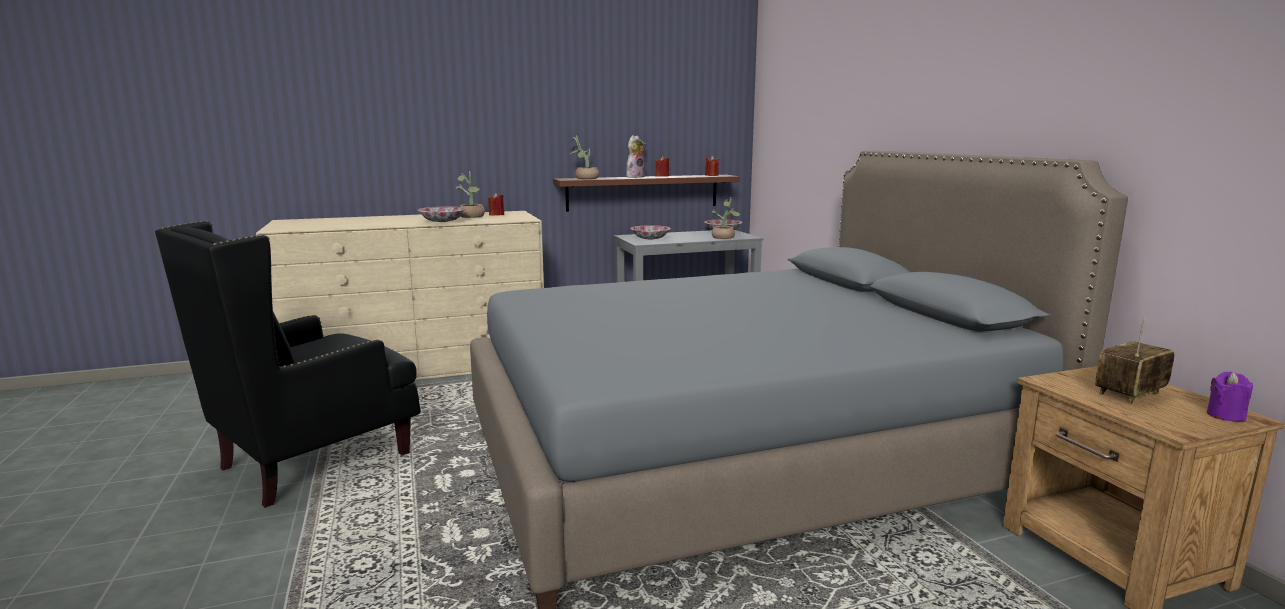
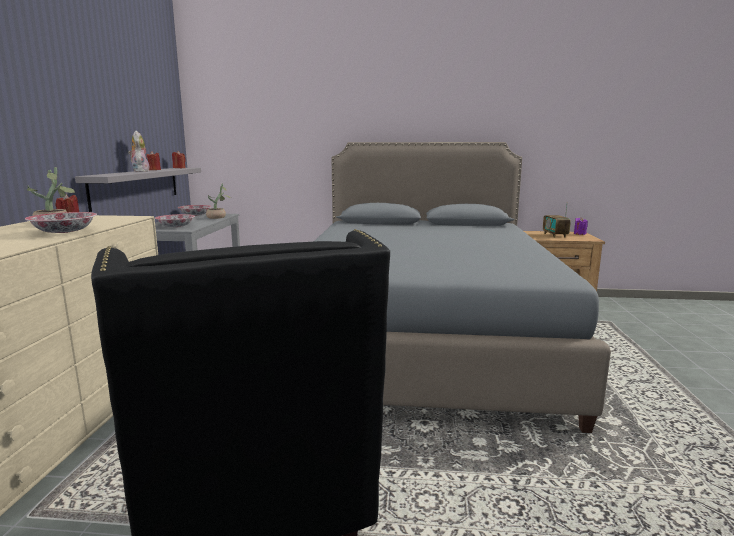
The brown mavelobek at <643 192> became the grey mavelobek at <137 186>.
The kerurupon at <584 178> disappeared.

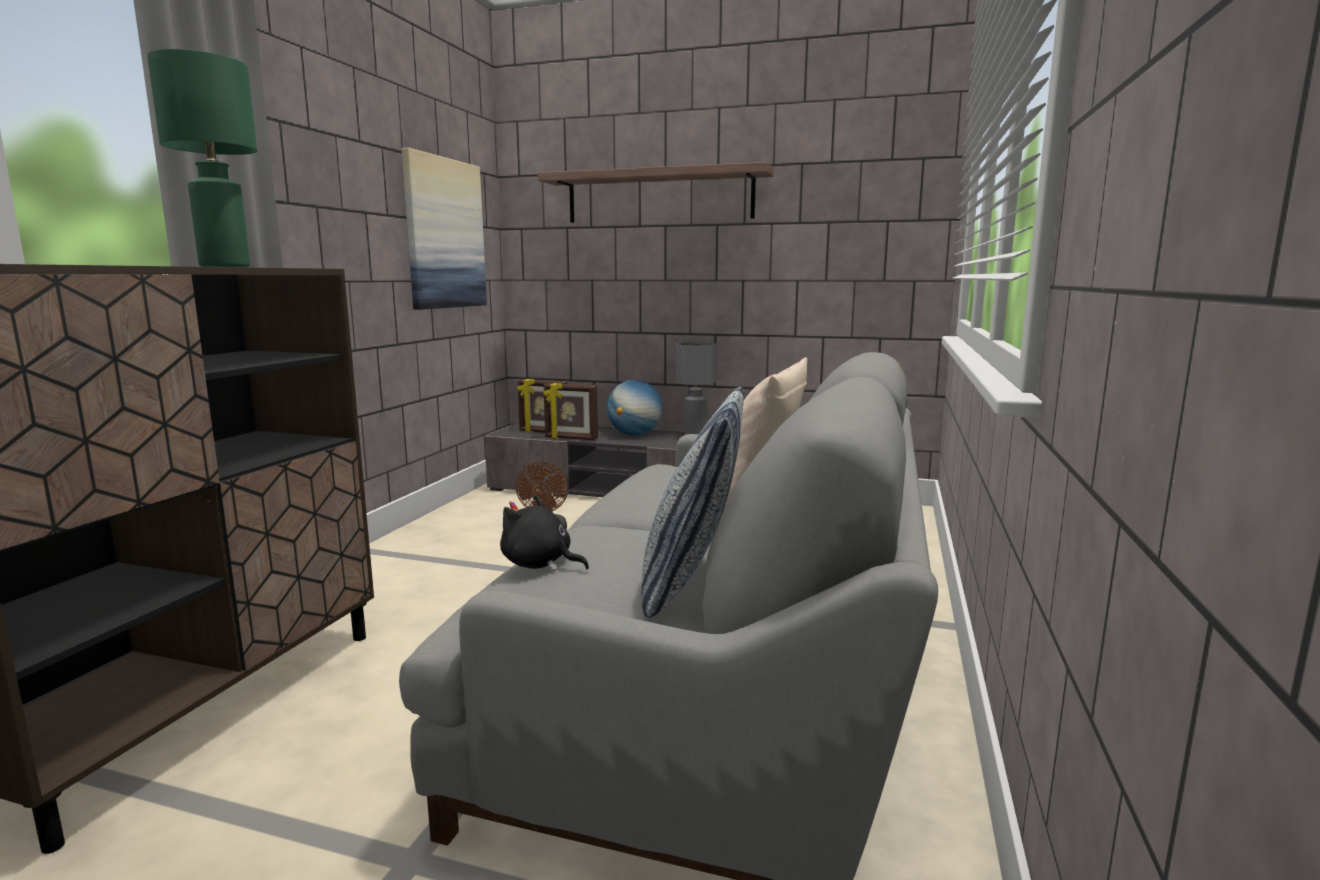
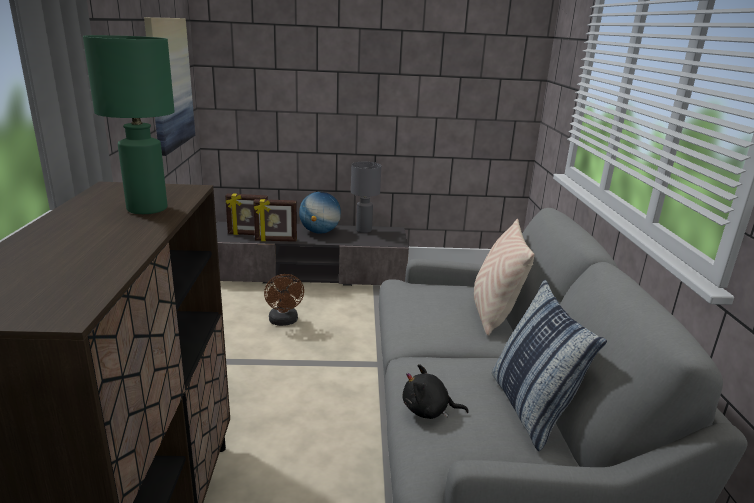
The mavelobek at <659 196> disappeared.

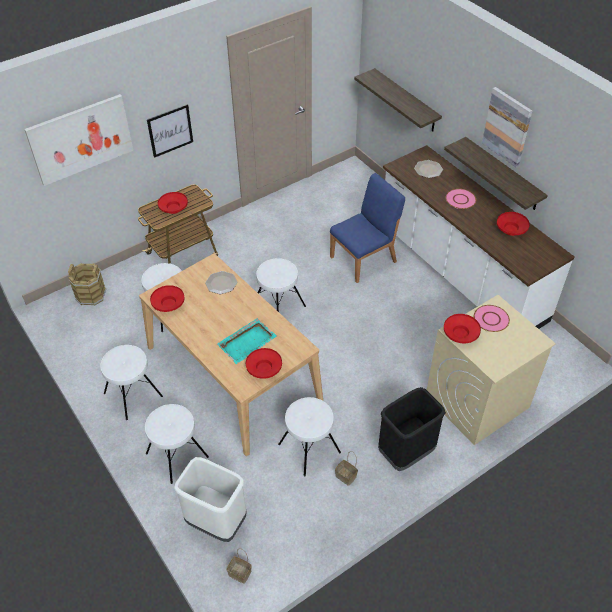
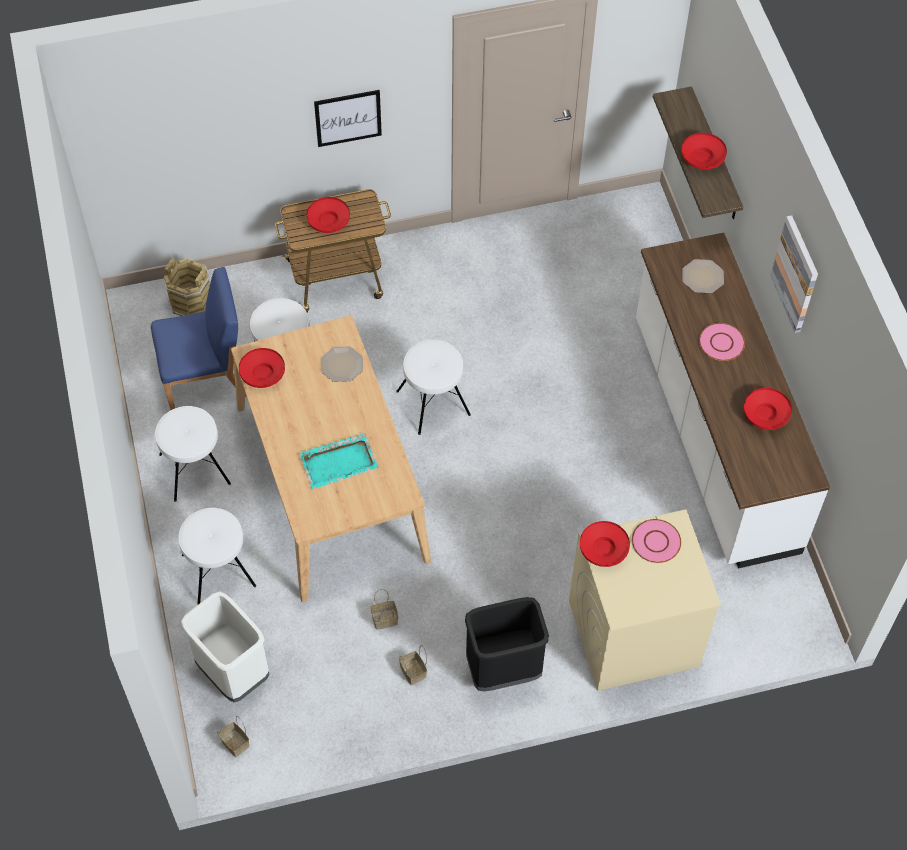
The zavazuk at <80 139> disappeared.
The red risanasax moved from <264 369> to <702 159>.
The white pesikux at <309 448> was replaced by the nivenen at <384 620>.
The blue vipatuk moved from <364 259> to <205 376>.
The mavelobek at <502 174> disappeared.

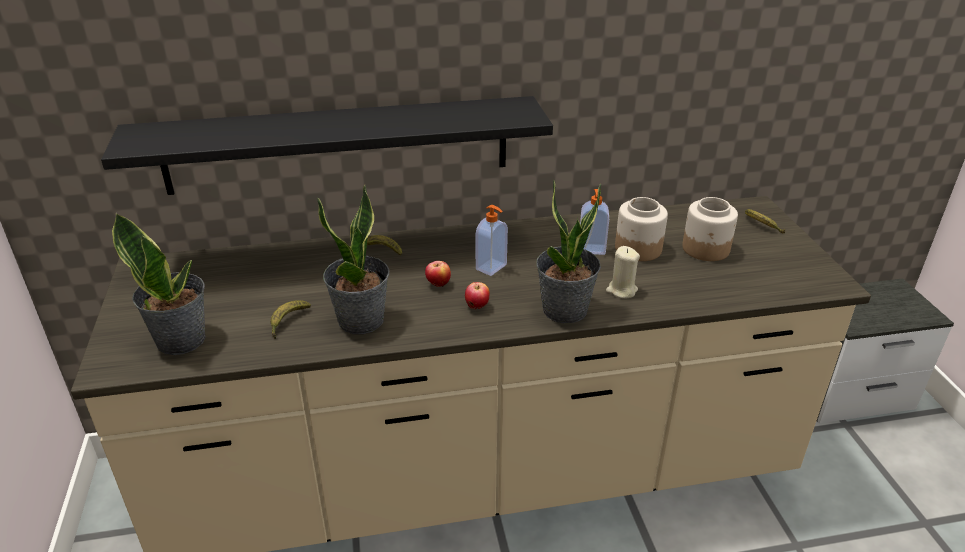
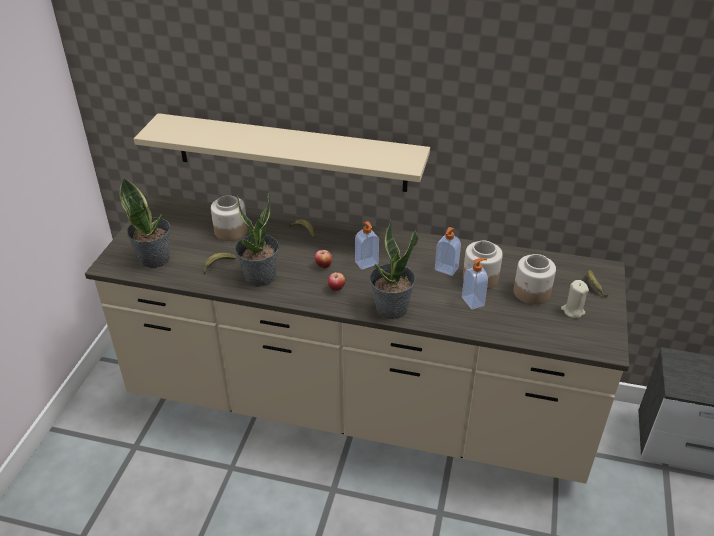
The black mavelobek at <338 145> became the beige mavelobek at <290 152>.
The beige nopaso moved from <621 290> to <572 311>.
The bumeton at <230 231> appeared.
The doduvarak at <473 301> appeared.

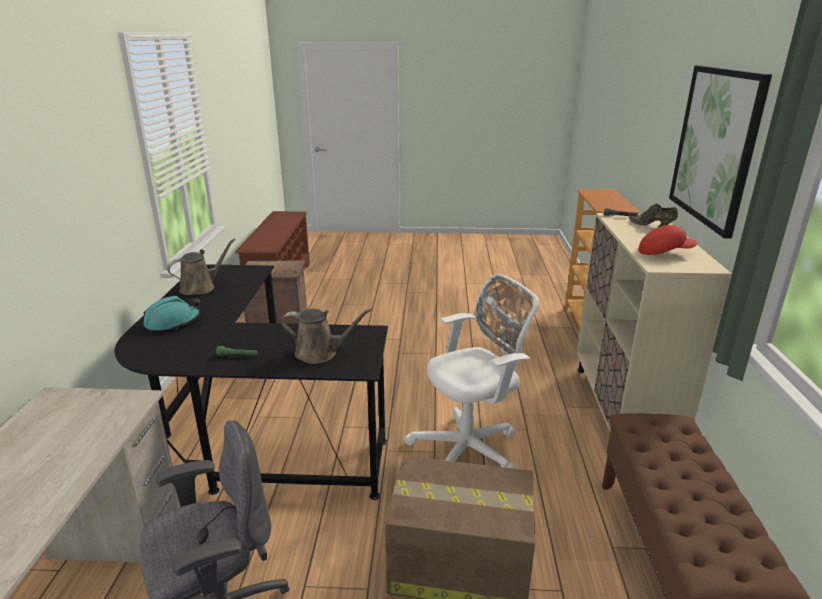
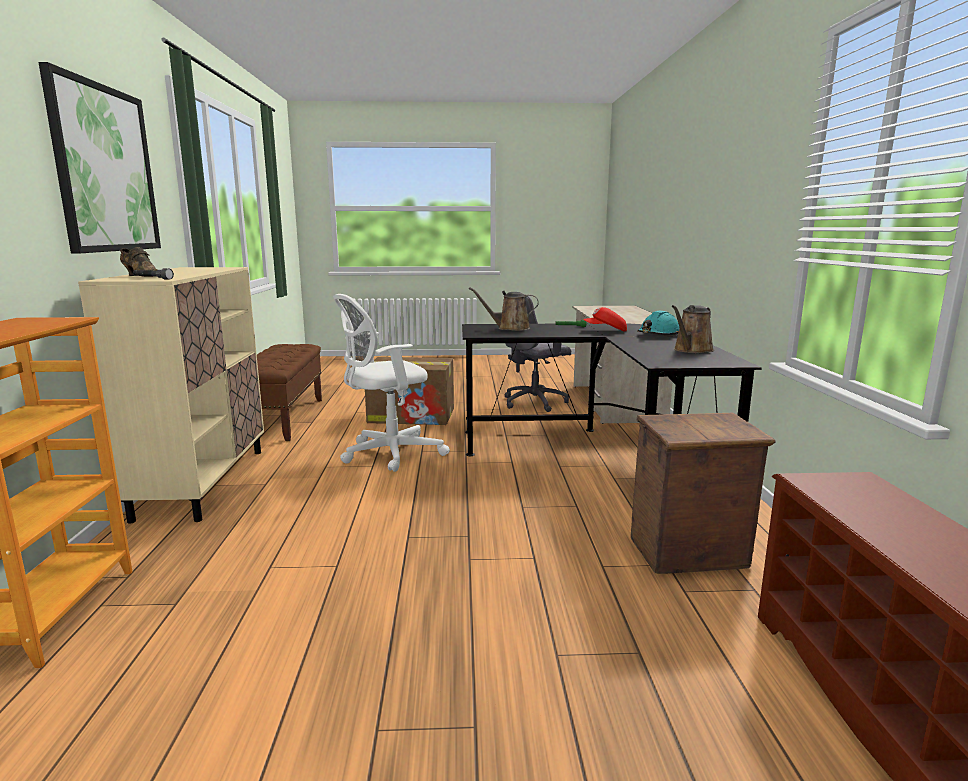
The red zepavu moved from <664 253> to <605 331>.

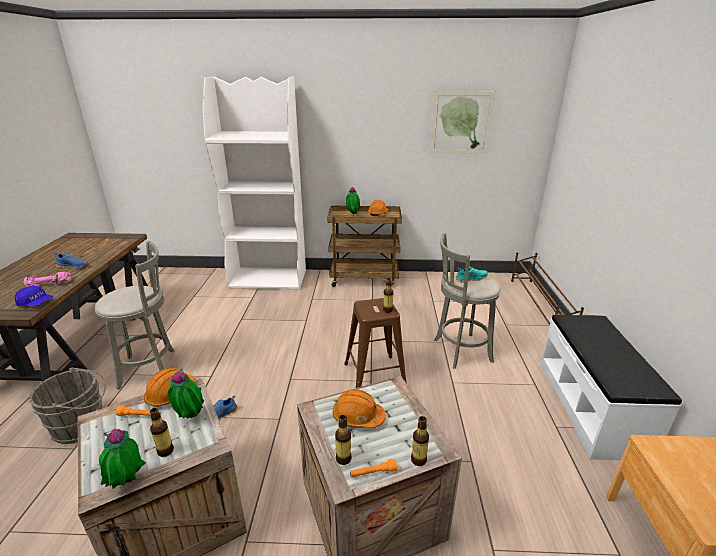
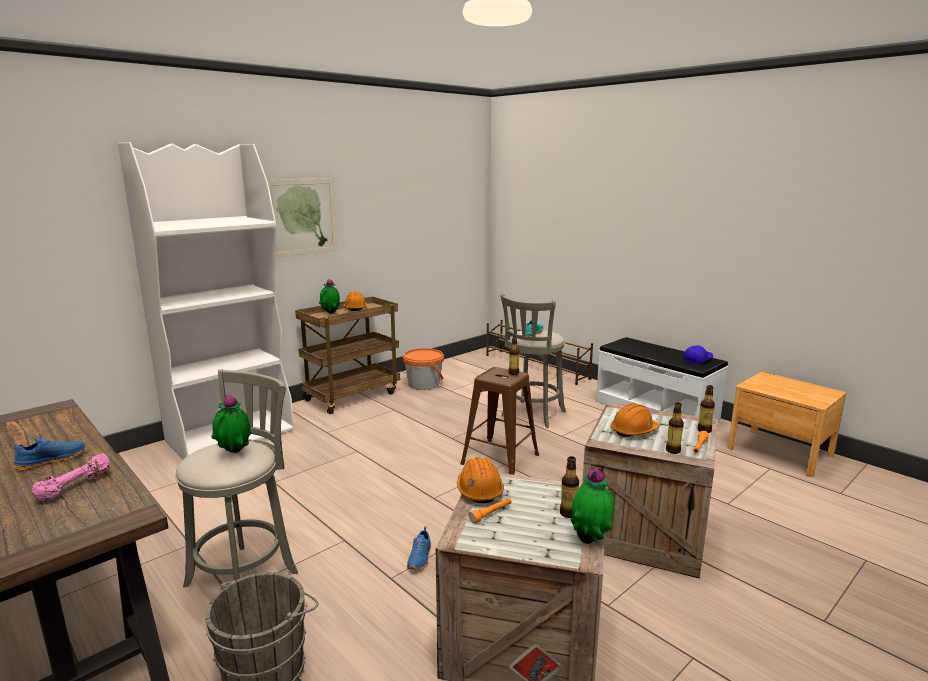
The blue zepavu moved from <36 303> to <698 360>.
The kerurupon moved from <190 417> to <234 454>.
The zavazuk moved from <461 123> to <302 217>.
The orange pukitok at <424 384> appeared.

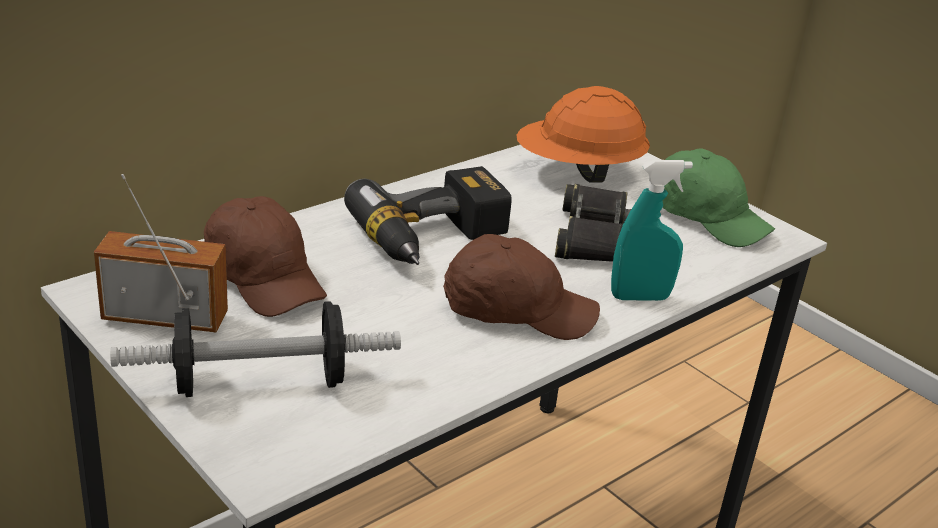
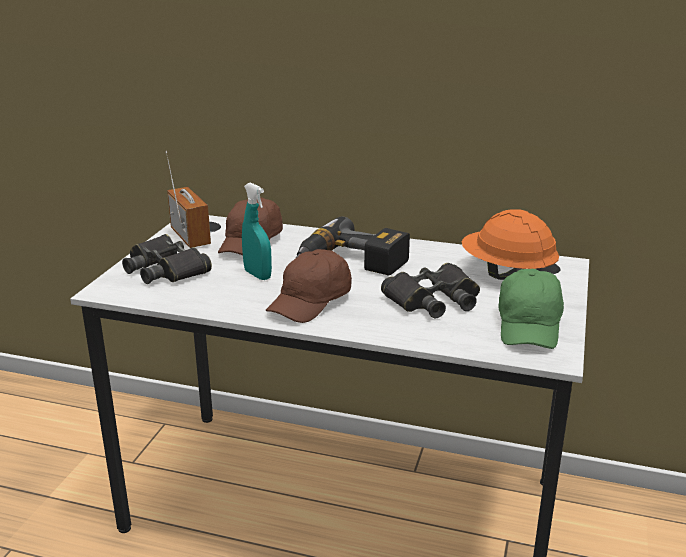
The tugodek at <260 383> was replaced by the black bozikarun at <165 269>.
The brown zepavu at <516 311> turned 60 degrees clockwise.
The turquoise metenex moved from <640 297> to <257 275>.

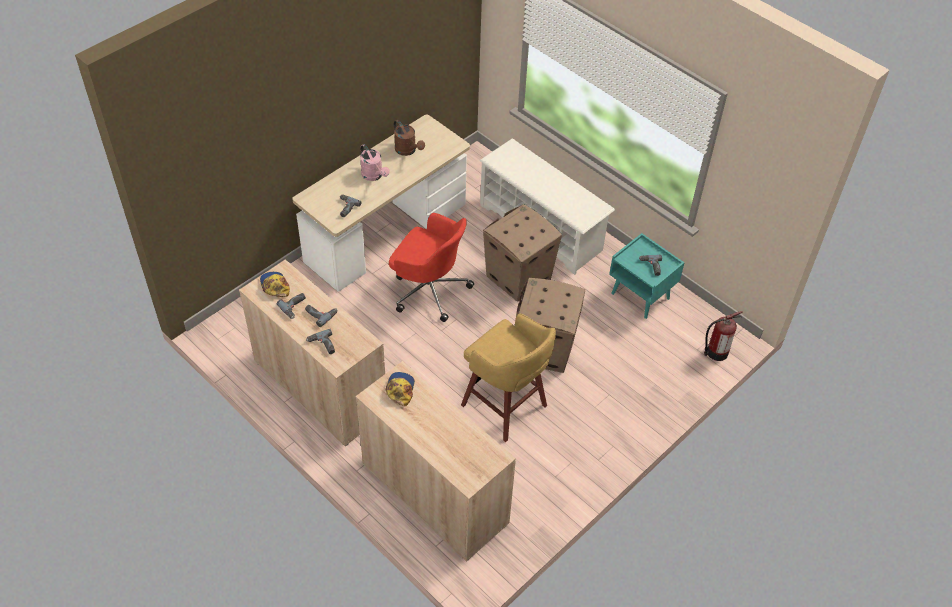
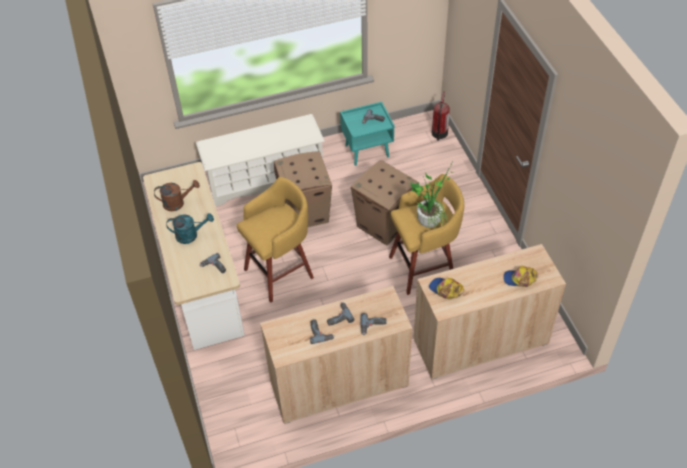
The zepavu moved from <275 286> to <519 279>.
The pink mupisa at <374 176> became the turquoise mupisa at <191 235>.
The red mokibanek at <429 289> was replaced by the yellow pesikux at <281 272>.
The kerurupon at <430 219> appeared.

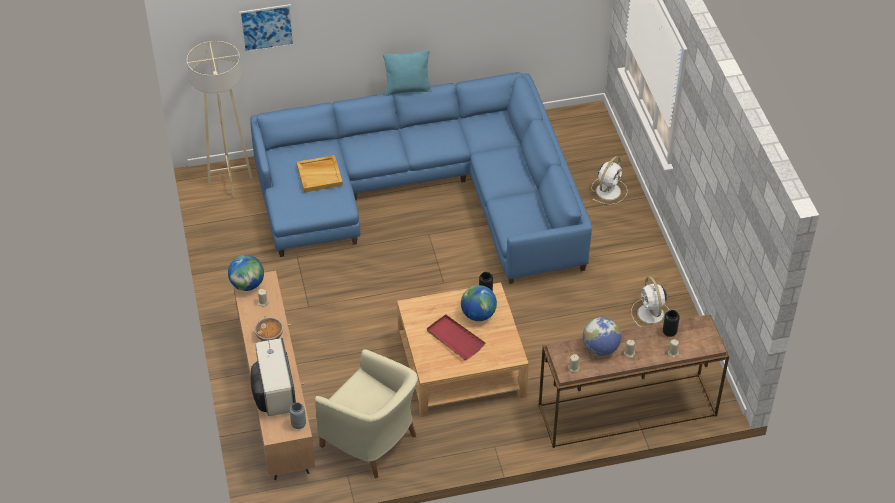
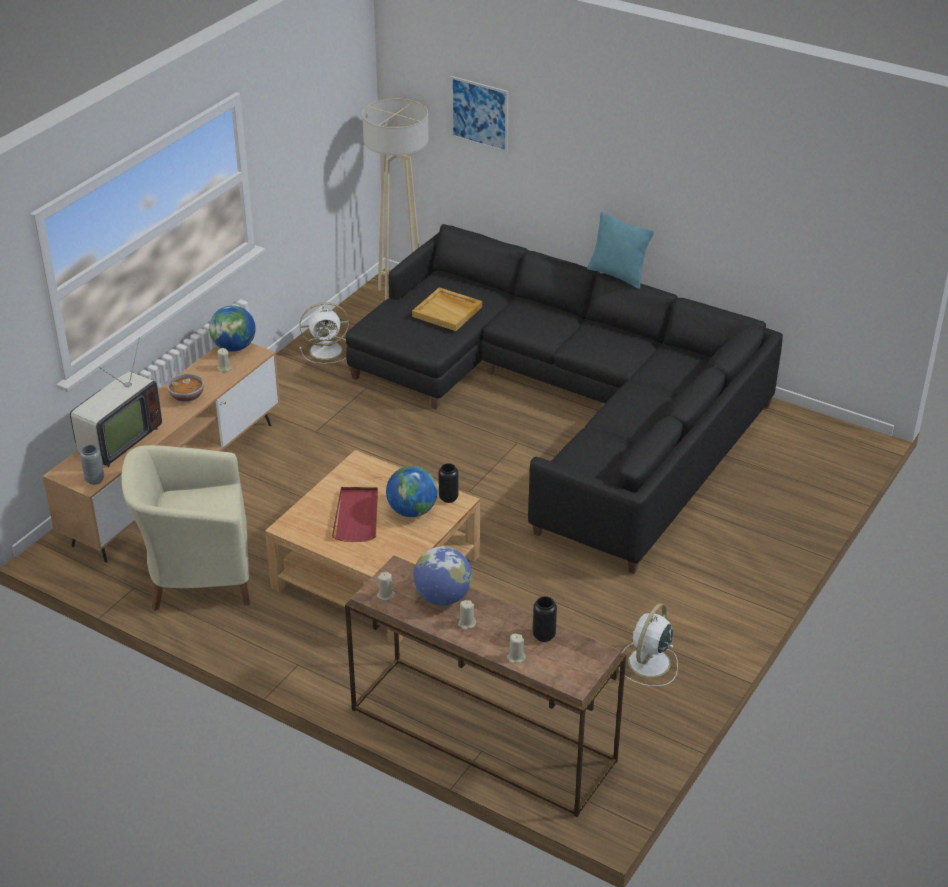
The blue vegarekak at <427 191> became the black vegarekak at <571 407>.
The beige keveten at <371 441> turned 90 degrees clockwise.
The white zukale moved from <609 190> to <327 350>.

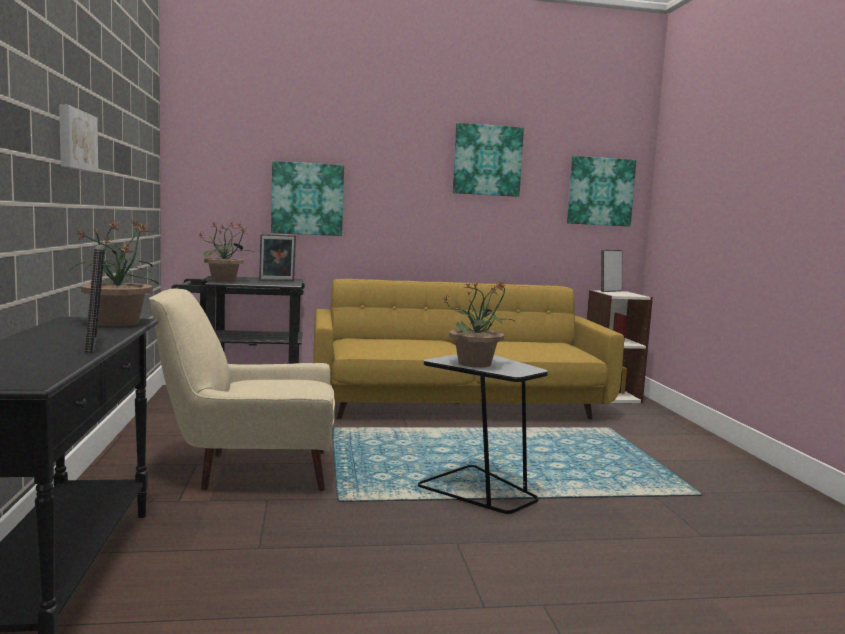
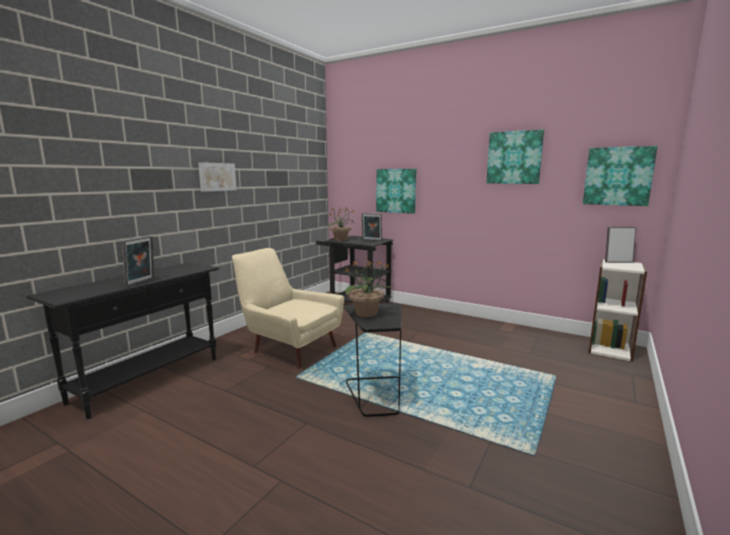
The kerurupon at <117 323> disappeared.
The yellow vegarekak at <458 404> disappeared.

